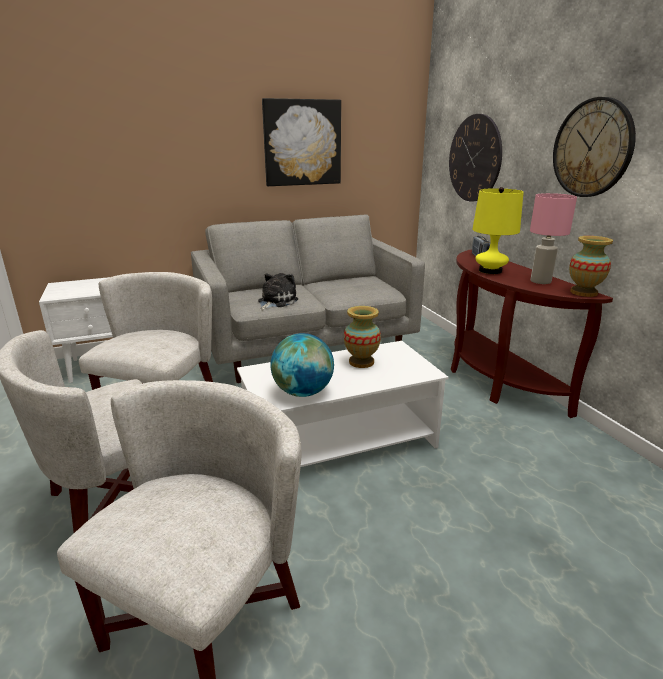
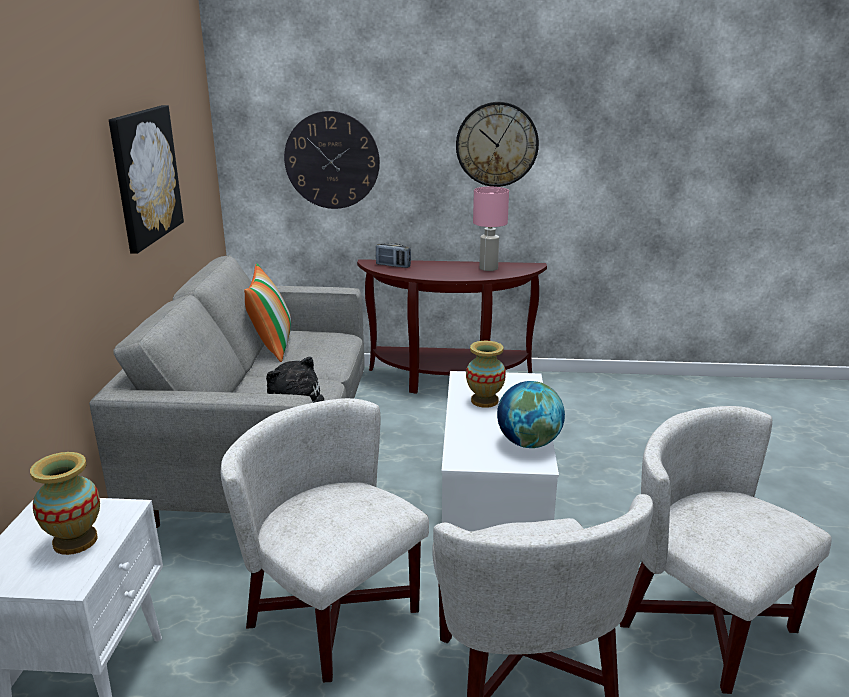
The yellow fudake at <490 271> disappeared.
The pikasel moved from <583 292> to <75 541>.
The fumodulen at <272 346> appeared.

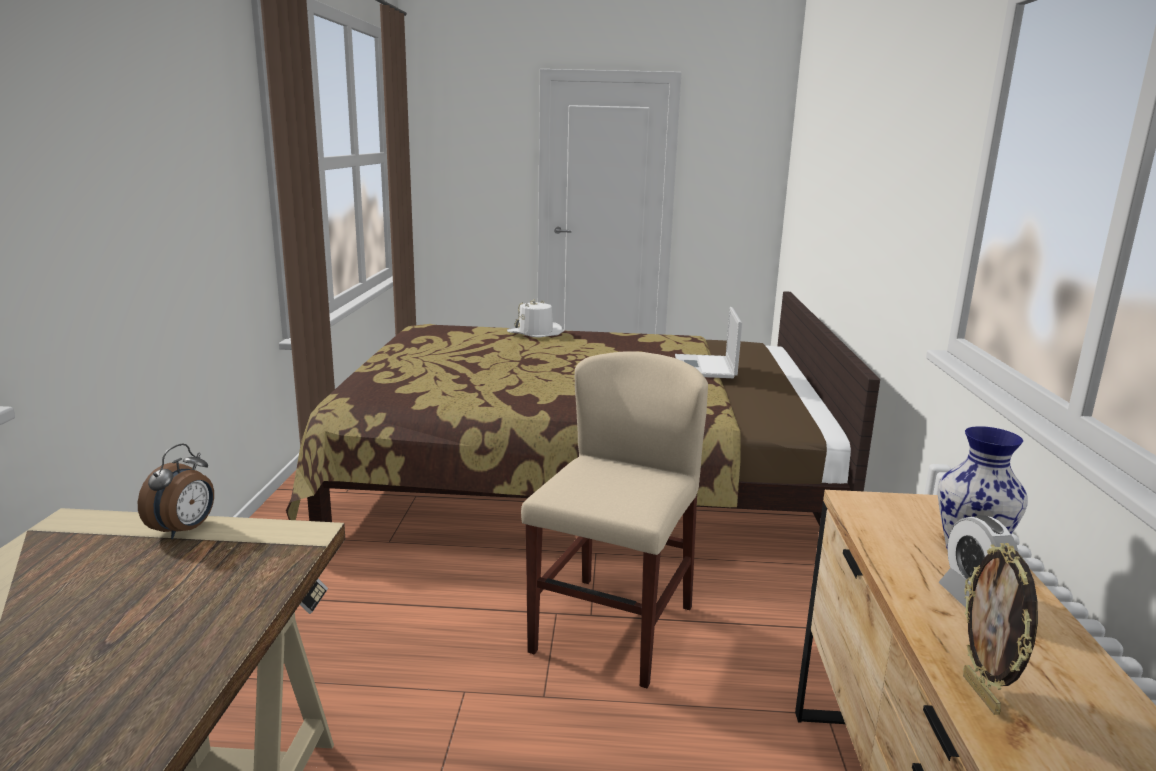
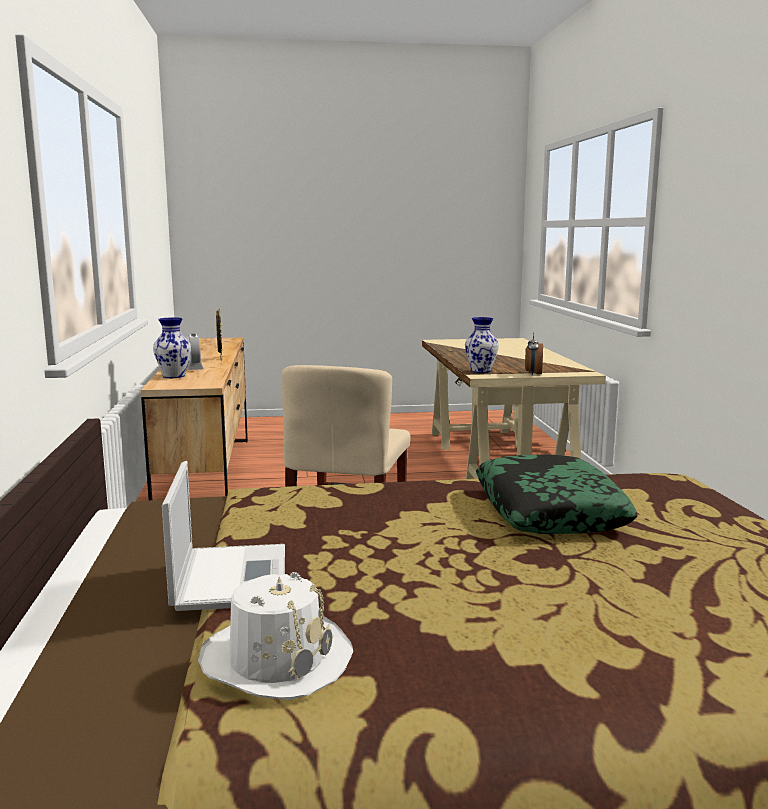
The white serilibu moved from <535 332> to <276 659>.
The pikasel at <481 371> appeared.
The fumodulen at <548 511> appeared.

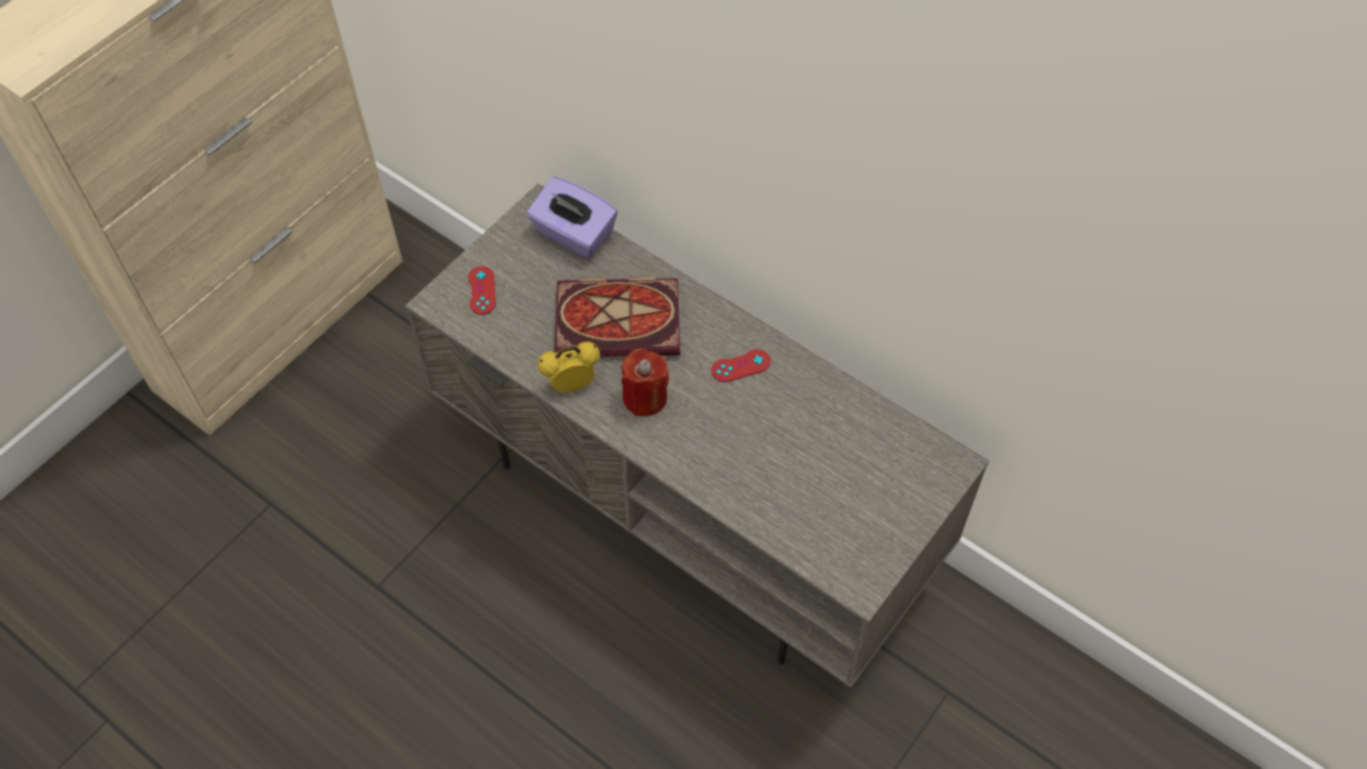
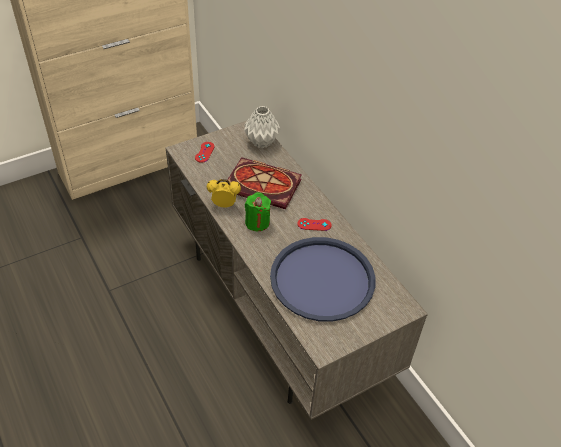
The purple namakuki at <573 235> was replaced by the grey pikasel at <262 142>.
The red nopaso at <645 397> became the green nopaso at <257 222>.
The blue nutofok at <322 279> appeared.

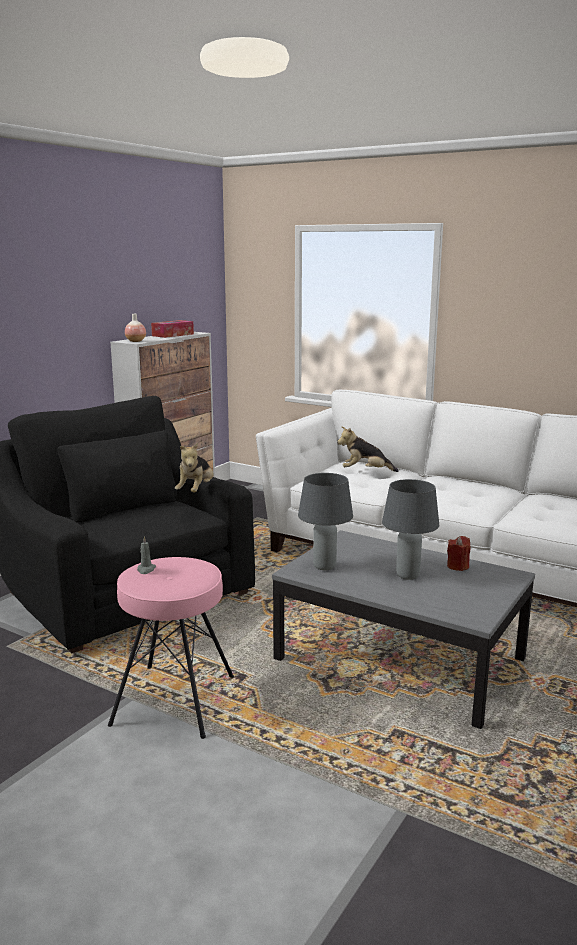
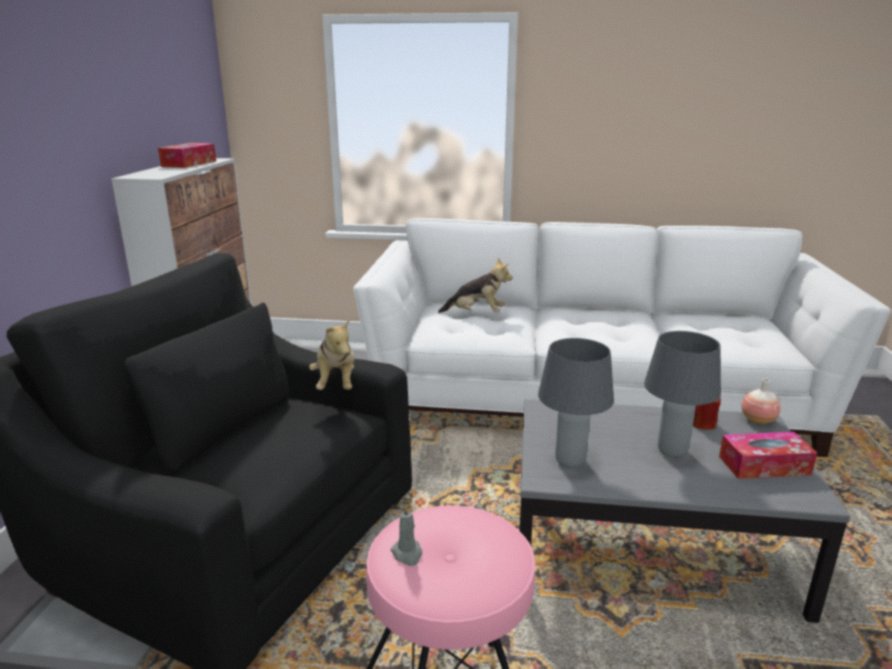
The pikasel moved from <135 341> to <758 420>.
The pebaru at <365 471> turned 150 degrees counterclockwise.
The namakuki at <764 465> appeared.

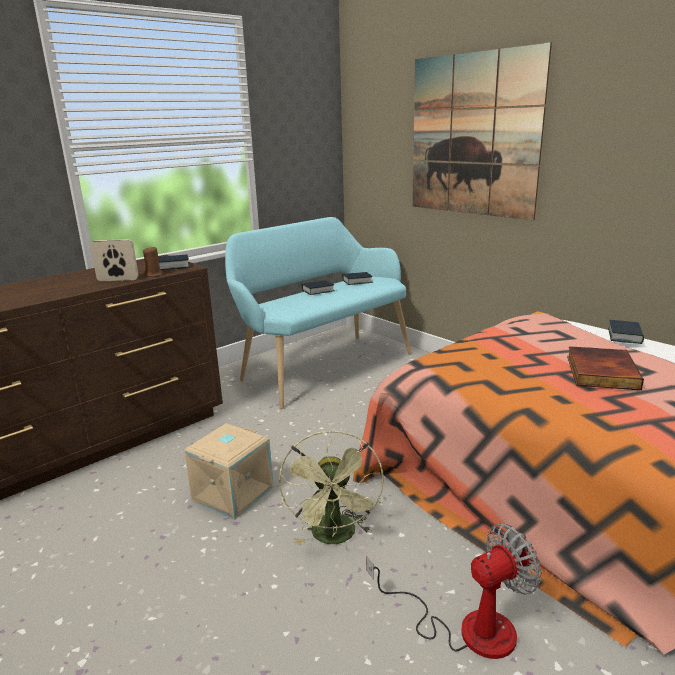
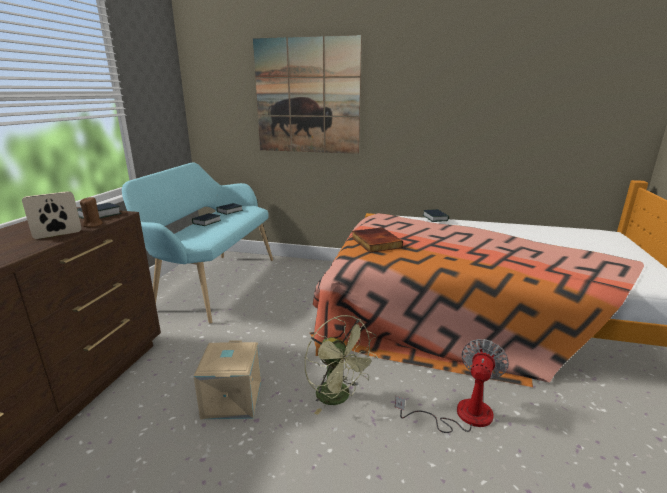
The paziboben moved from <599 372> to <375 242>.

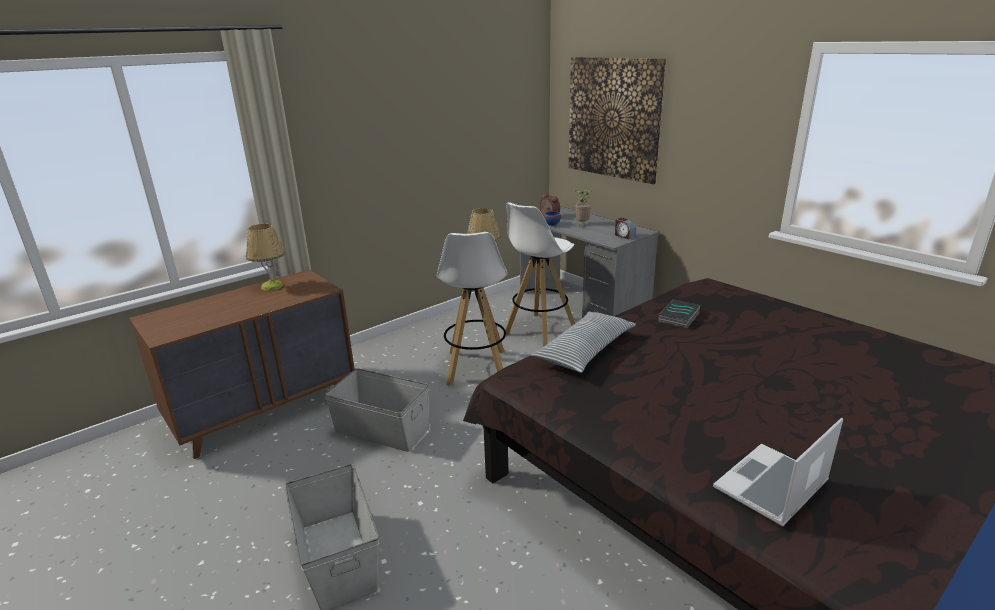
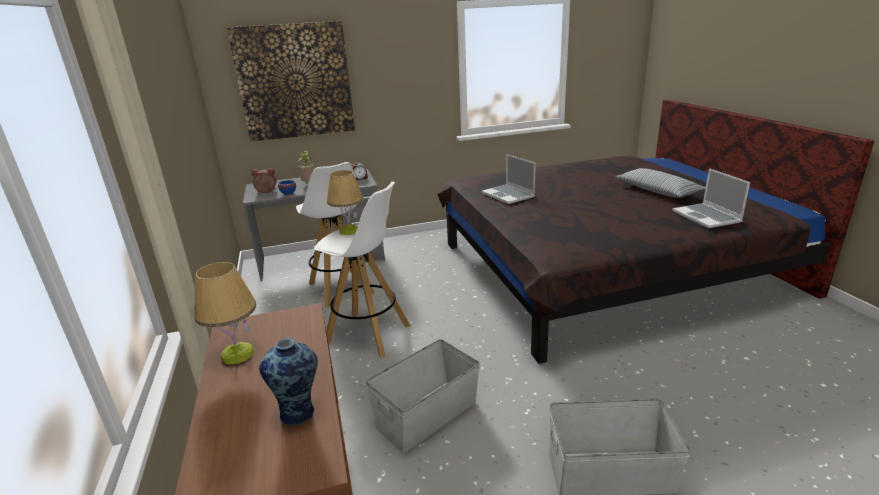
The fumodulen moved from <585 351> to <657 191>.
The paziboben at <680 317> was replaced by the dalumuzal at <509 195>.
The pikasel at <299 413> appeared.

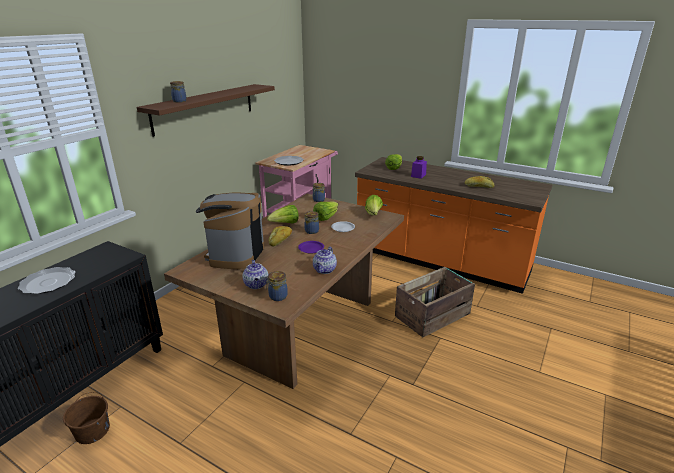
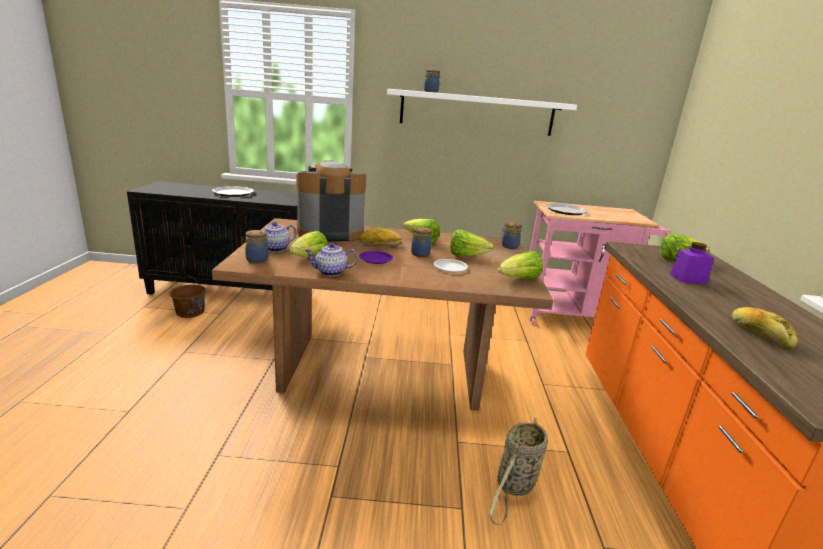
The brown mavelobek at <205 108> became the white mavelobek at <476 113>.
The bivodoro at <433 315> was replaced by the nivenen at <514 487>.
The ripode at <307 258> appeared.

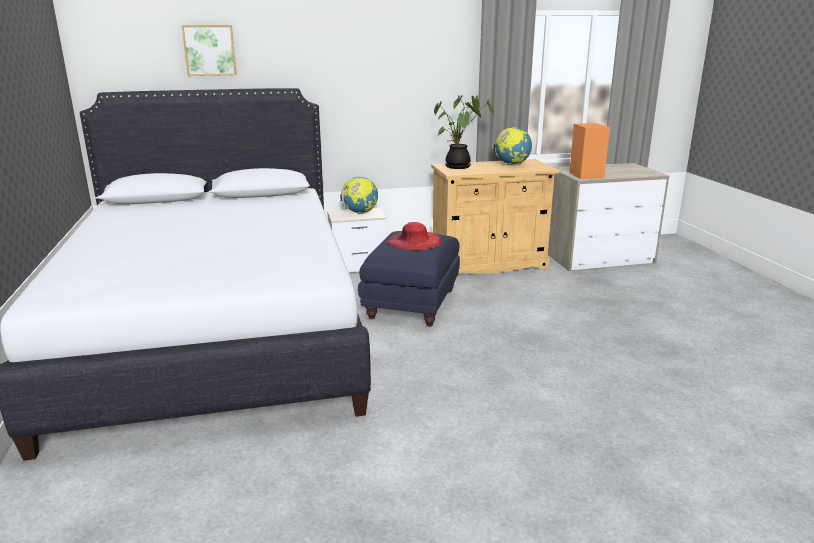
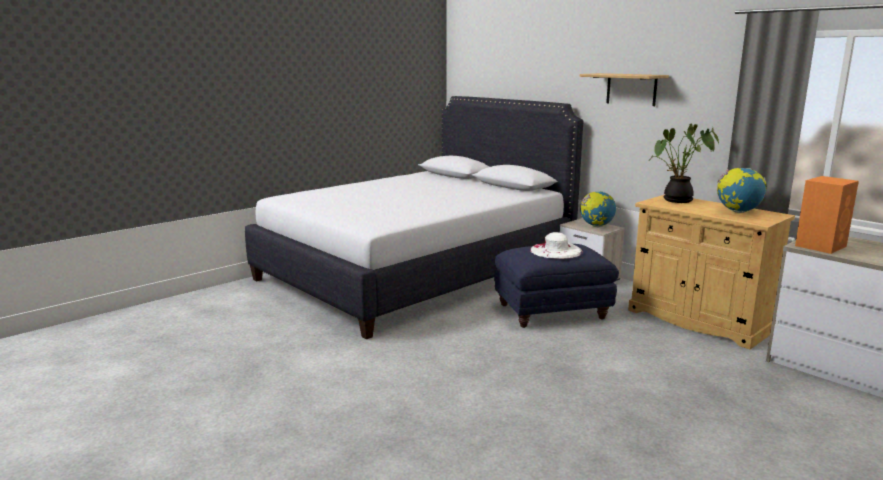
The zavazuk at <209 50> disappeared.
The red serilibu at <414 241> became the white serilibu at <556 250>.
The mavelobek at <631 89> appeared.

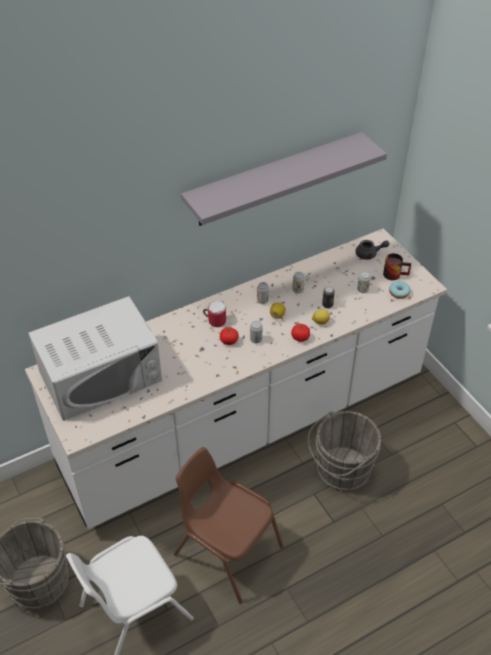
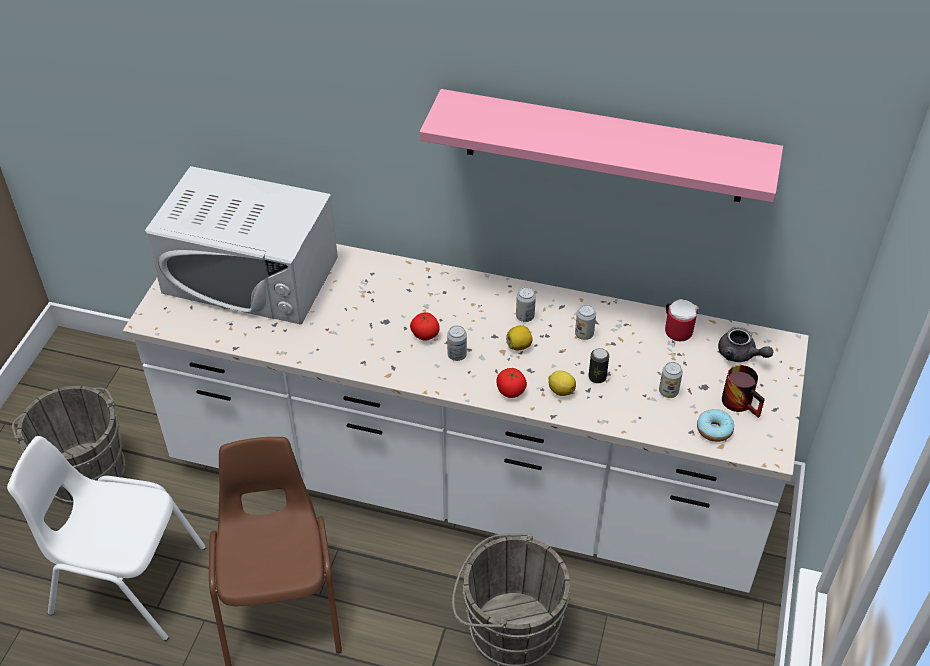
The grey mavelobek at <274 180> became the pink mavelobek at <604 146>.
The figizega moved from <215 320> to <677 329>.

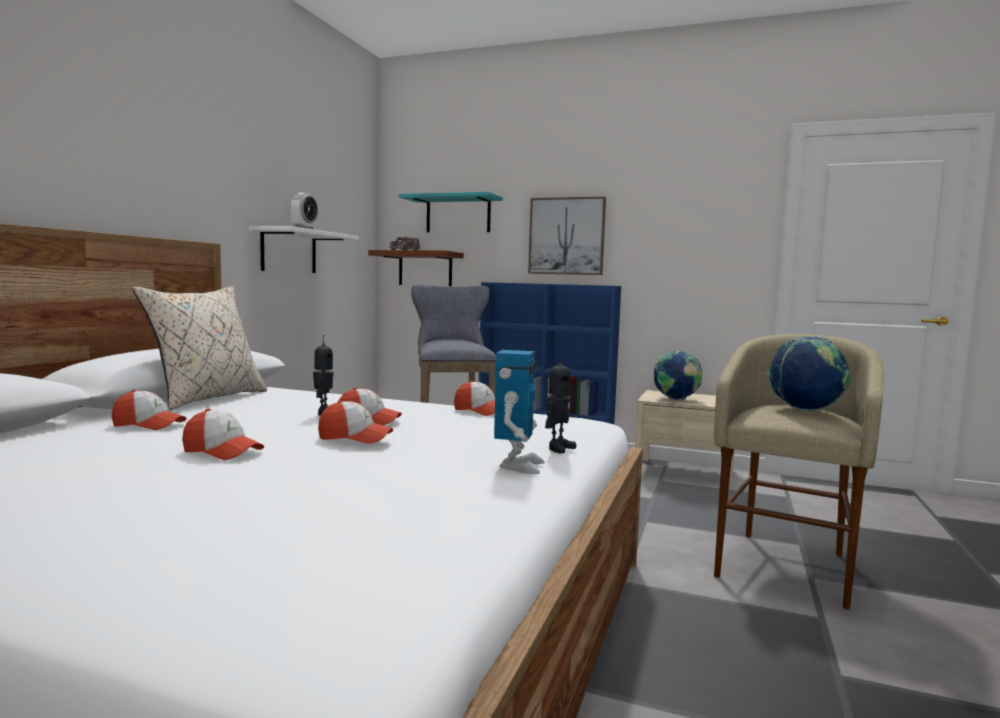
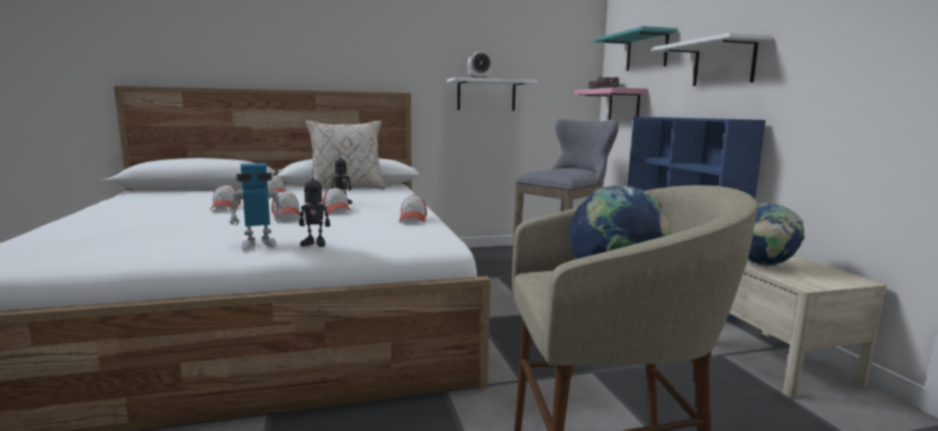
The brown mavelobek at <425 269> became the pink mavelobek at <624 105>.
The zavazuk at <566 236> was replaced by the white mavelobek at <723 63>.

